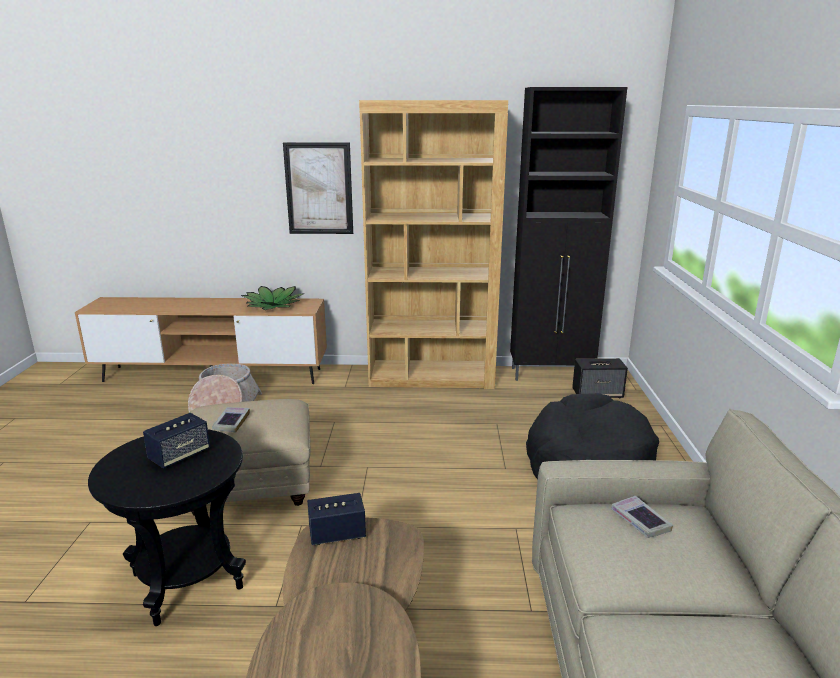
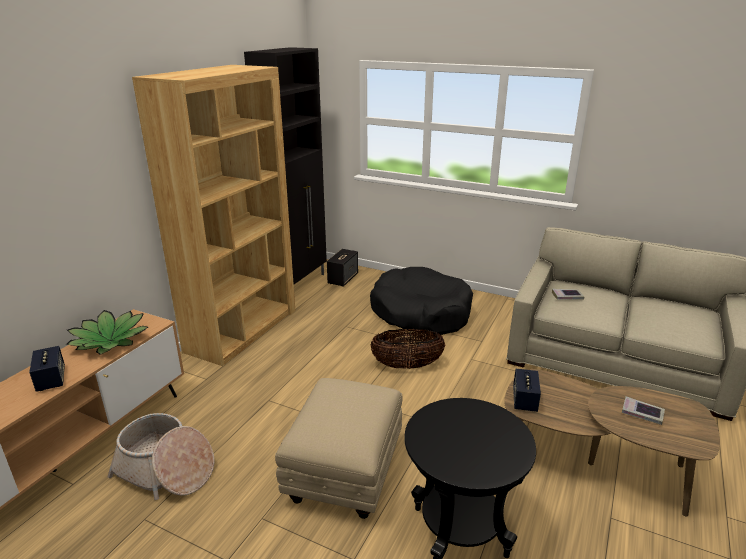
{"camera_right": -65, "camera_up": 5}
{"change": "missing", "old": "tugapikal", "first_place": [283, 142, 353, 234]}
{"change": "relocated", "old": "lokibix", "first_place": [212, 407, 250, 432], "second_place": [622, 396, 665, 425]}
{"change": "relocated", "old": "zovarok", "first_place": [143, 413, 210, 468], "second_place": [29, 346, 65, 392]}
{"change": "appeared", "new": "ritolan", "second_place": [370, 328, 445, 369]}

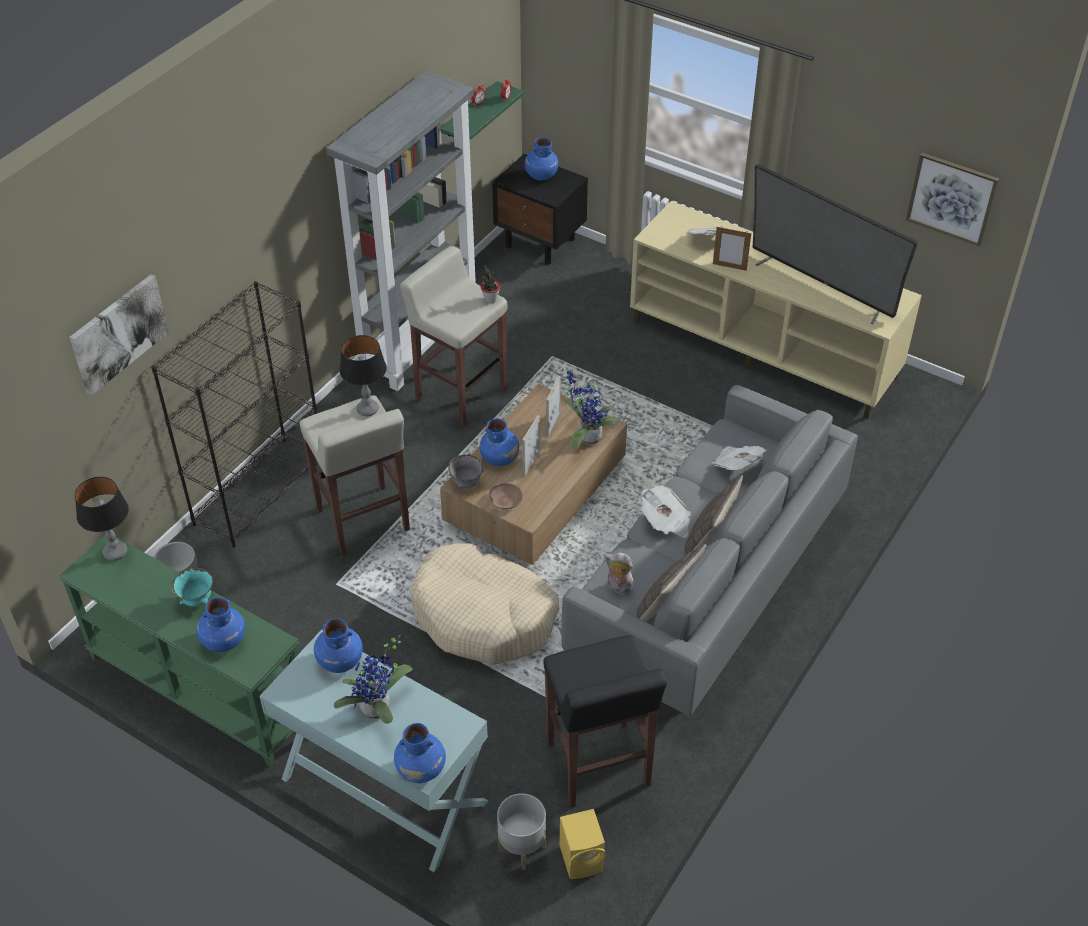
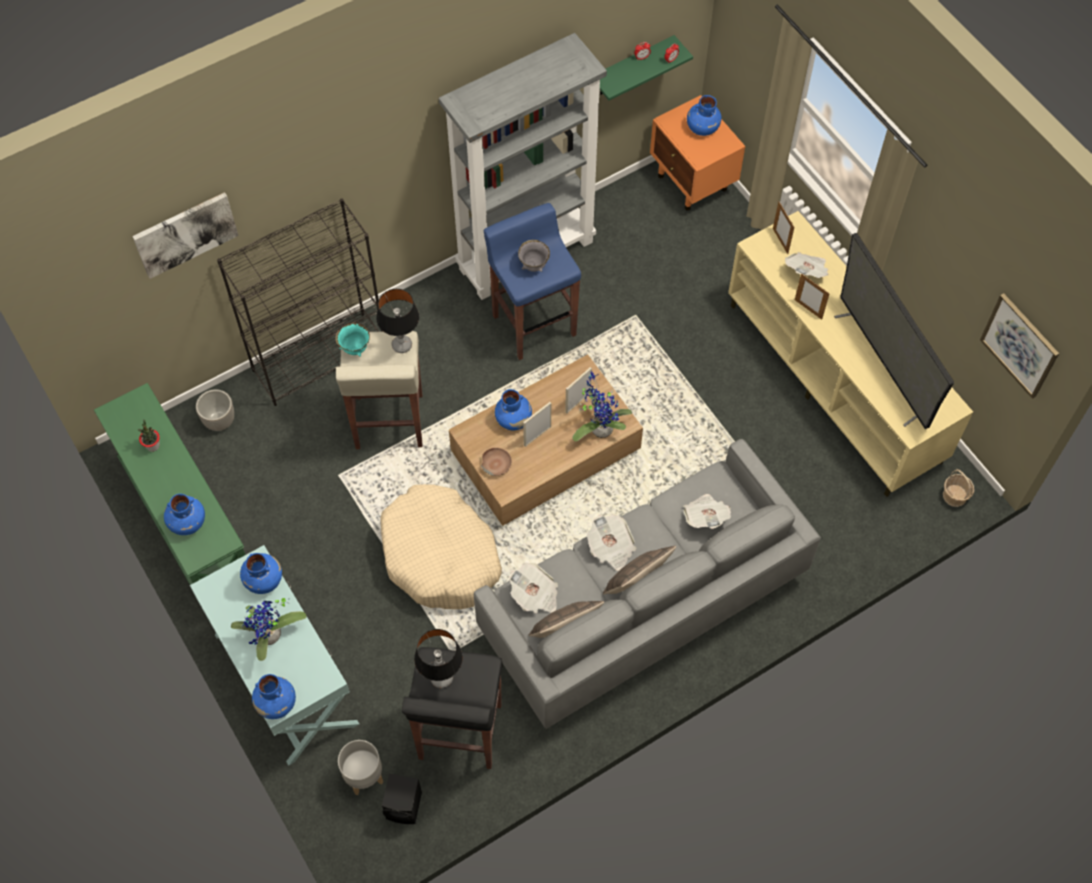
{"camera_right": 25, "camera_up": 15}
{"change": "colour", "old": "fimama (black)", "new": "fimama (orange)", "first_place": [492, 154, 588, 265], "second_place": [650, 95, 746, 210]}
{"change": "colour", "old": "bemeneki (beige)", "new": "bemeneki (blue)", "first_place": [400, 246, 507, 427], "second_place": [484, 203, 581, 360]}
{"change": "relocated", "old": "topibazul", "first_place": [480, 264, 500, 303], "second_place": [138, 419, 160, 452]}
{"change": "relocated", "old": "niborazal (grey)", "first_place": [448, 455, 484, 489], "second_place": [518, 240, 550, 272]}
{"change": "relocated", "old": "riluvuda", "first_place": [75, 477, 129, 561], "second_place": [414, 629, 463, 688]}
{"change": "exchanged", "old": "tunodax", "new": "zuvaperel", "first_place": [605, 552, 636, 595], "second_place": [510, 563, 558, 613]}
{"change": "relocated", "old": "niborazal (turquoise)", "first_place": [171, 568, 213, 607], "second_place": [335, 323, 370, 357]}
{"change": "colour", "old": "zovarok (yellow)", "new": "zovarok (black)", "first_place": [560, 809, 605, 879], "second_place": [382, 774, 422, 824]}
{"change": "appeared", "new": "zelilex", "second_place": [773, 202, 794, 254]}
{"change": "appeared", "new": "ritolan", "second_place": [943, 469, 974, 507]}

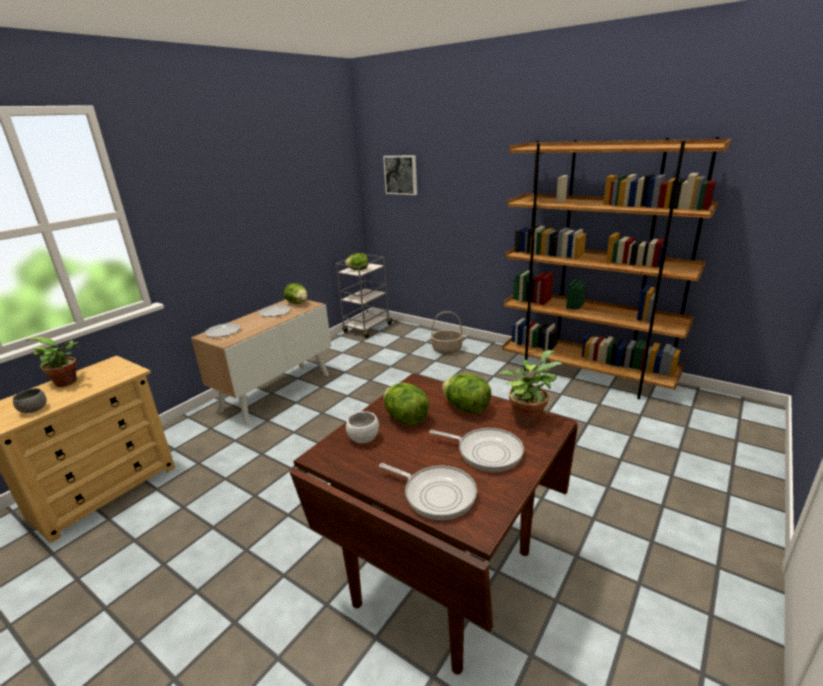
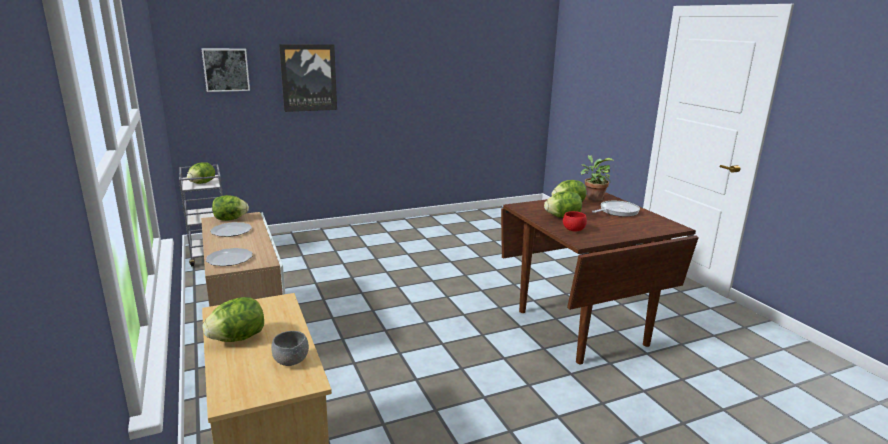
{"camera_right": -60, "camera_up": -5}
{"change": "missing", "old": "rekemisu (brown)", "first_place": [502, 137, 732, 399]}
{"change": "missing", "old": "ritolan", "first_place": [431, 311, 463, 354]}
{"change": "exchanged", "old": "topibazul", "new": "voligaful", "first_place": [25, 337, 78, 387], "second_place": [202, 297, 264, 342]}
{"change": "colour", "old": "niborazal (white)", "new": "niborazal (red)", "first_place": [346, 411, 379, 443], "second_place": [563, 211, 587, 231]}
{"change": "missing", "old": "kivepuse", "first_place": [379, 463, 477, 520]}
{"change": "appeared", "new": "tugapikal", "second_place": [279, 44, 337, 112]}

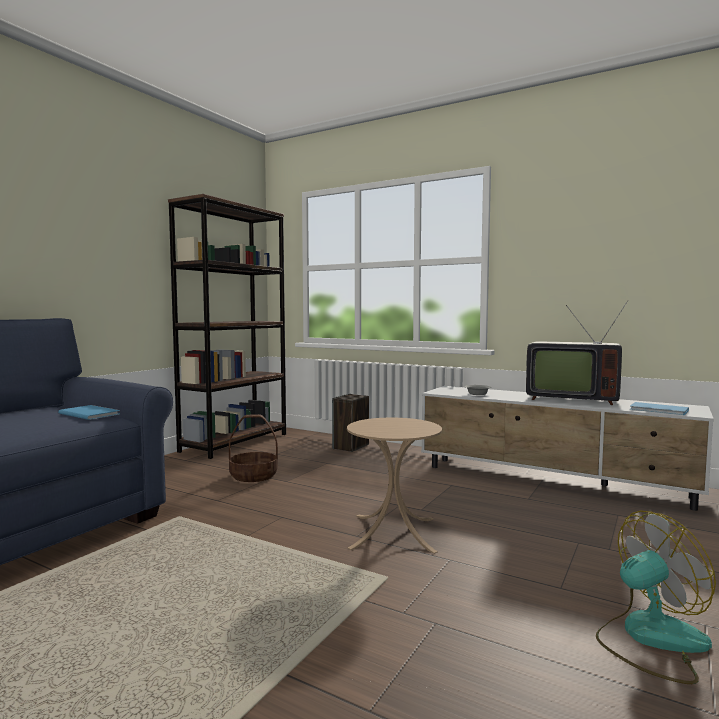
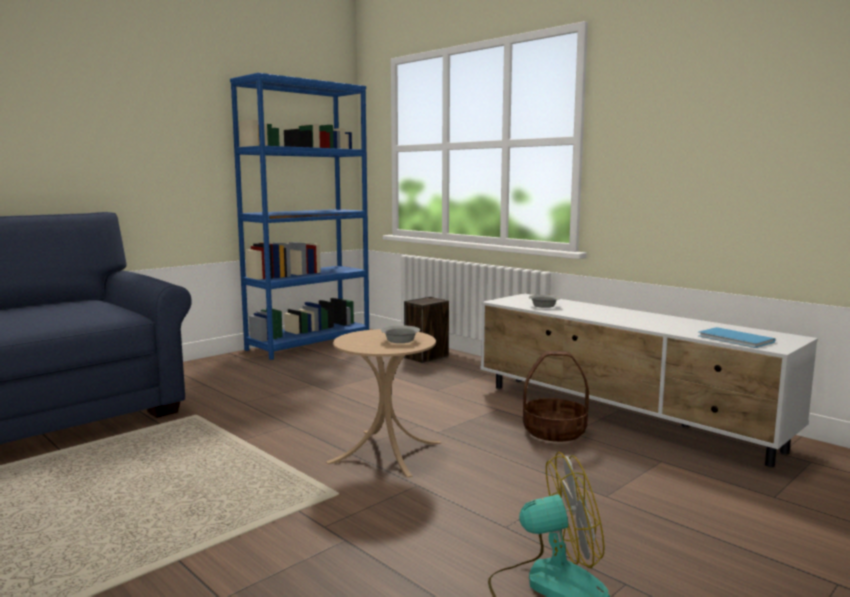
{"camera_right": 15, "camera_up": 5}
{"change": "colour", "old": "rekemisu (brown)", "new": "rekemisu (blue)", "first_place": [168, 194, 286, 459], "second_place": [230, 73, 369, 360]}
{"change": "missing", "old": "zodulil", "first_place": [526, 300, 628, 405]}
{"change": "missing", "old": "lokibix (blue)", "first_place": [58, 405, 120, 420]}
{"change": "relocated", "old": "ritolan", "first_place": [229, 414, 278, 482], "second_place": [523, 351, 589, 442]}
{"change": "appeared", "new": "niborazal (grey)", "second_place": [381, 325, 420, 343]}

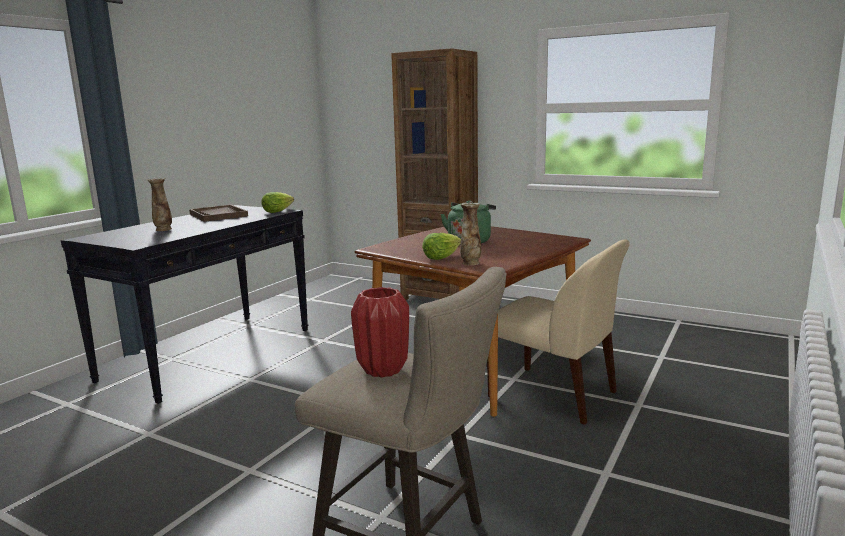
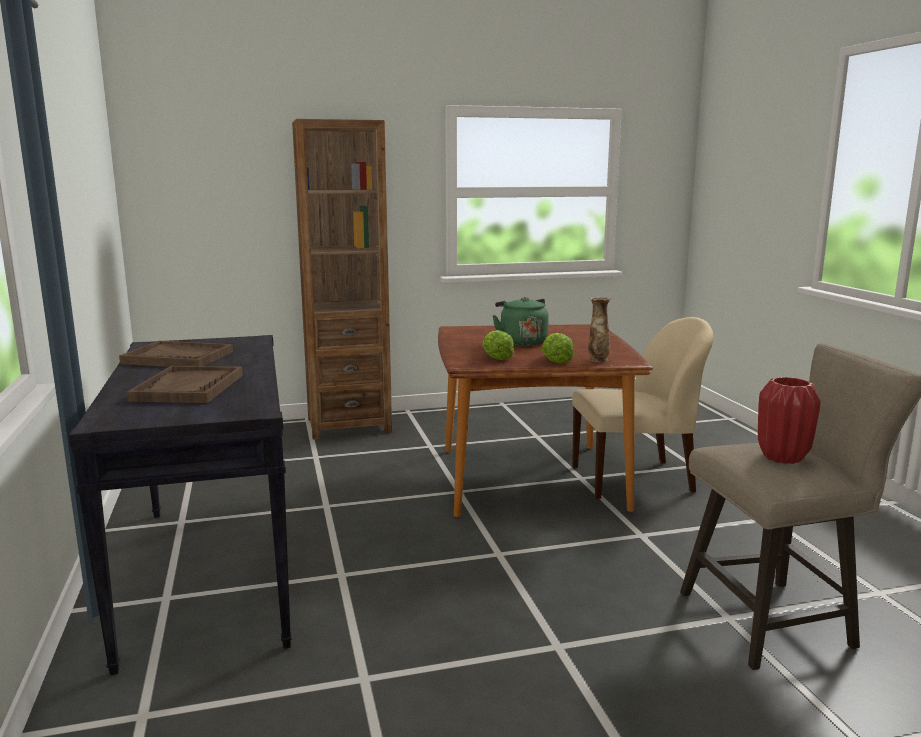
{"camera_right": -45, "camera_up": 0}
{"change": "exchanged", "old": "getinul", "new": "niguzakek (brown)", "first_place": [147, 178, 172, 231], "second_place": [127, 366, 243, 403]}
{"change": "relocated", "old": "voligaful", "first_place": [261, 192, 294, 213], "second_place": [482, 330, 514, 360]}

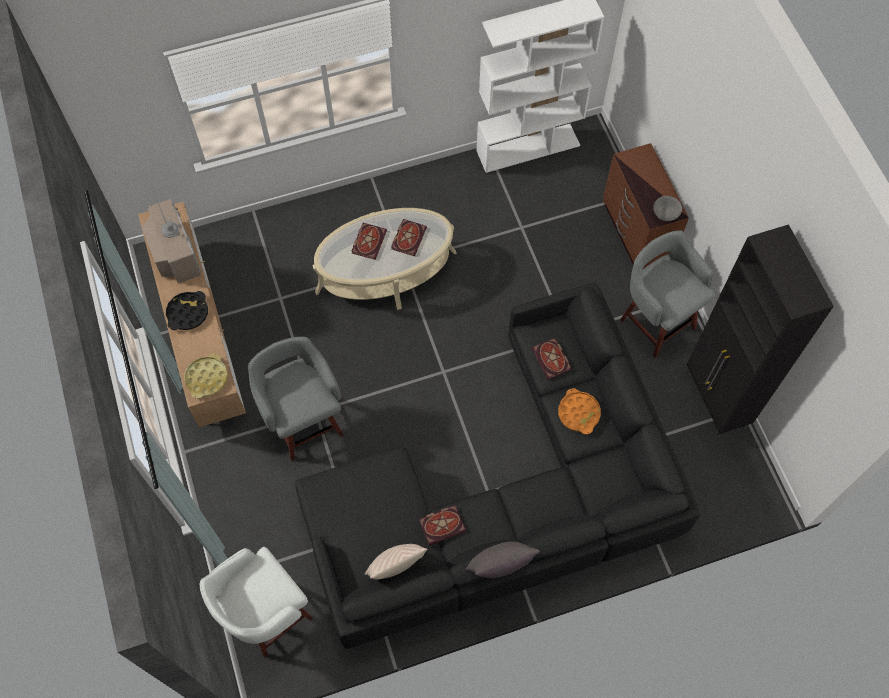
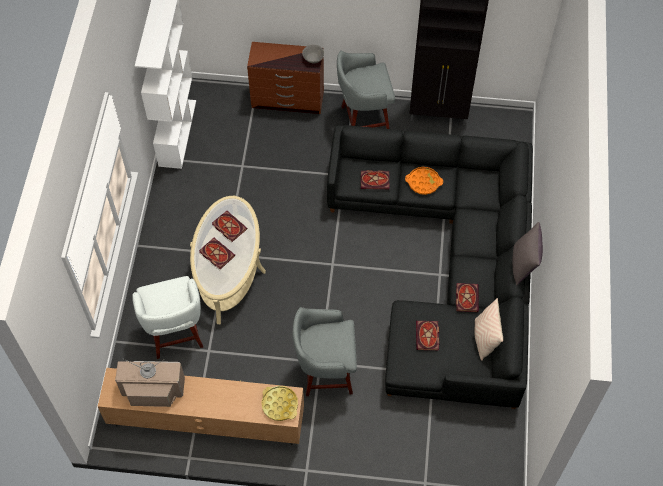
{"camera_right": -65, "camera_up": -5}
{"change": "missing", "old": "niguzakek (black)", "first_place": [166, 291, 208, 330]}
{"change": "relocated", "old": "bemeneki (white)", "first_place": [200, 547, 313, 658], "second_place": [132, 276, 203, 359]}
{"change": "appeared", "new": "lokibix", "second_place": [416, 321, 440, 350]}

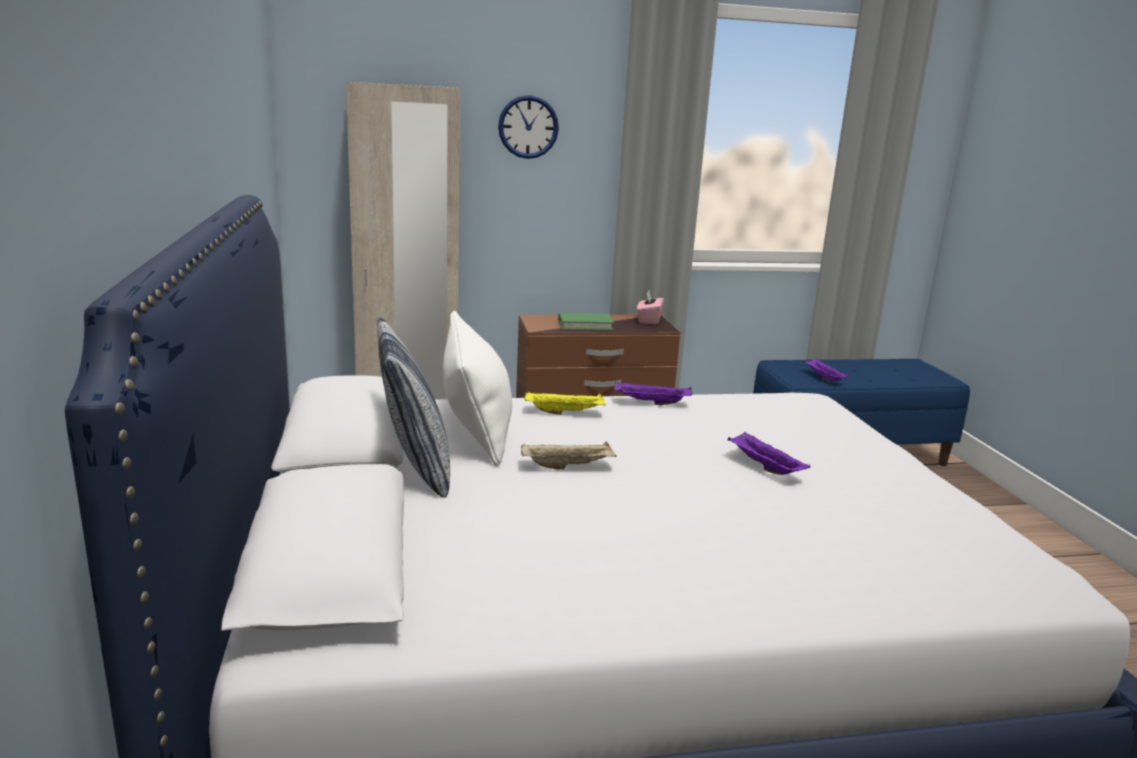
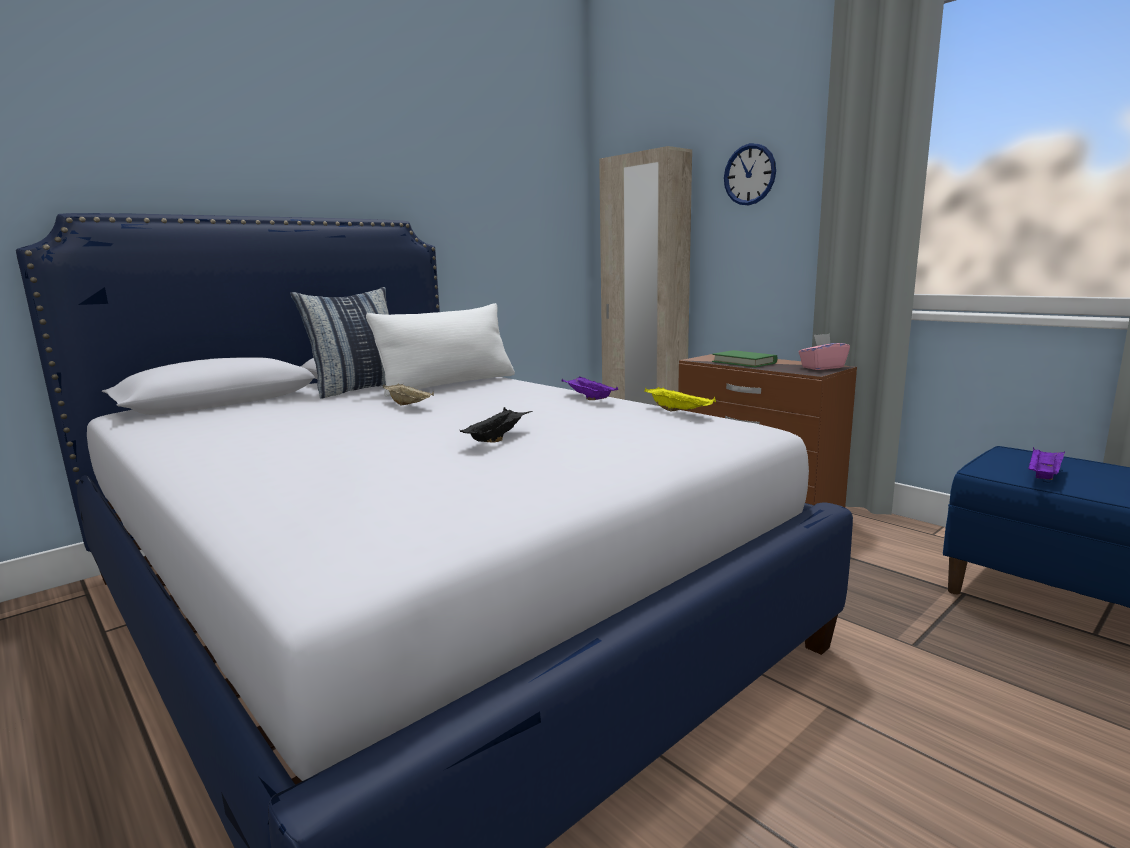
{"camera_right": 60, "camera_up": -5}
{"change": "relocated", "old": "niguzakek (yellow)", "first_place": [524, 391, 606, 415], "second_place": [644, 387, 716, 412]}
{"change": "colour", "old": "niguzakek (purple)", "new": "niguzakek (black)", "first_place": [728, 432, 810, 475], "second_place": [460, 407, 533, 442]}

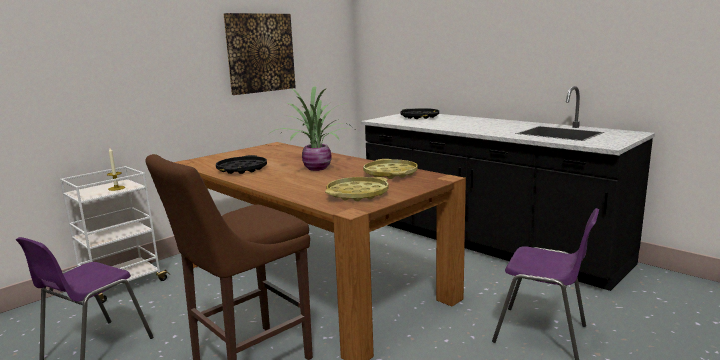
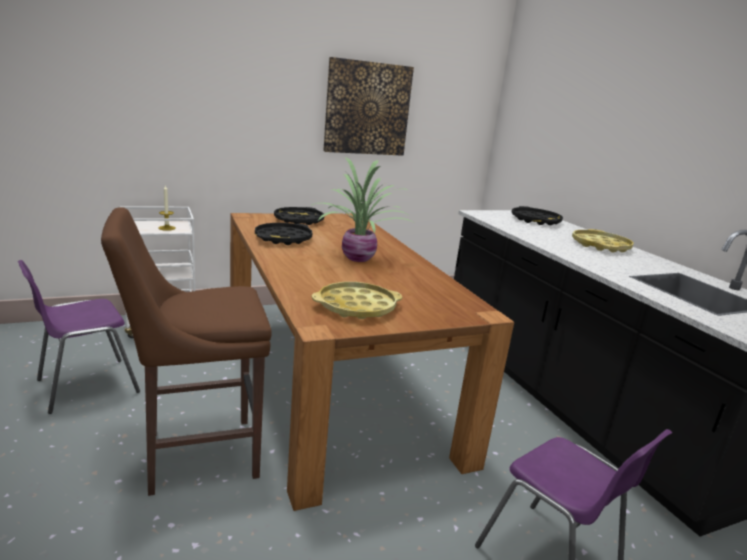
{"camera_right": 20, "camera_up": 5}
{"change": "relocated", "old": "niguzakek (yellow)", "first_place": [363, 159, 417, 179], "second_place": [572, 229, 634, 253]}
{"change": "appeared", "new": "niguzakek (black)", "second_place": [274, 207, 324, 225]}

